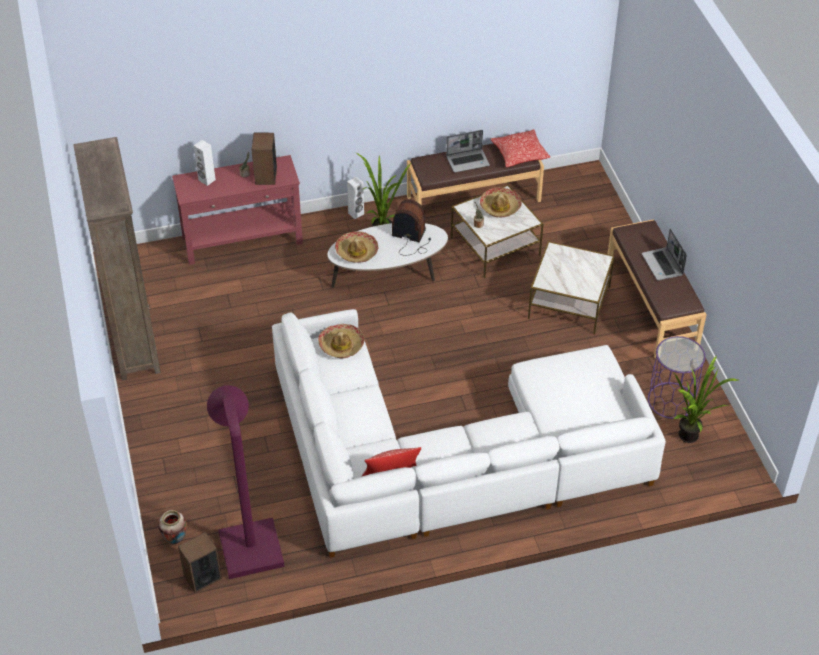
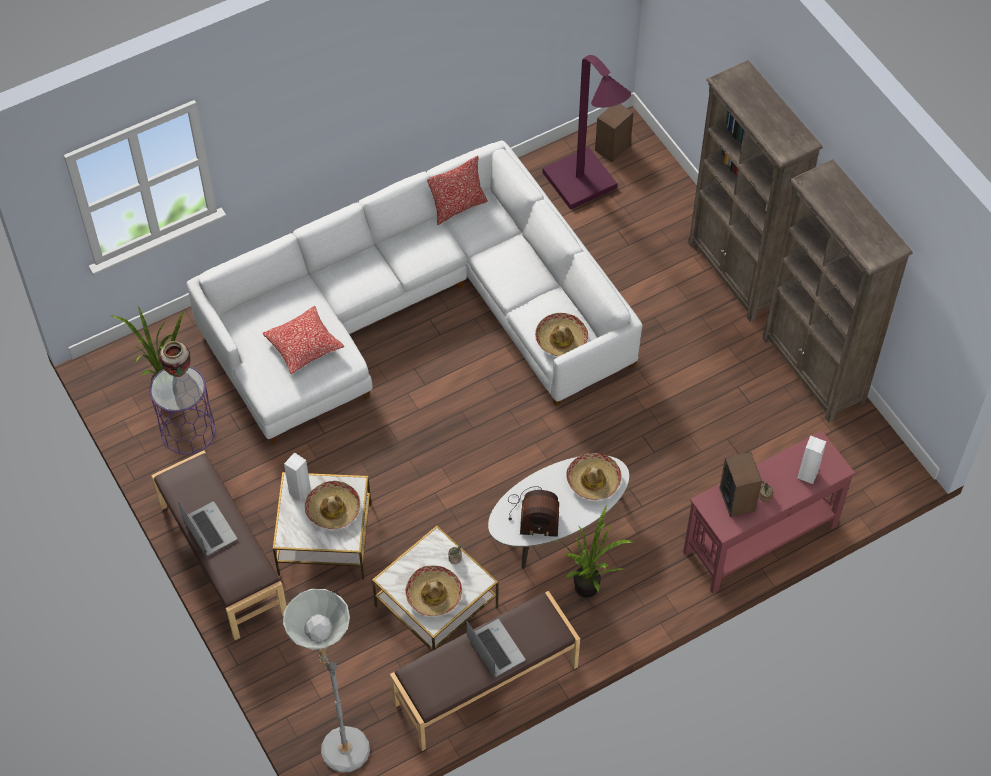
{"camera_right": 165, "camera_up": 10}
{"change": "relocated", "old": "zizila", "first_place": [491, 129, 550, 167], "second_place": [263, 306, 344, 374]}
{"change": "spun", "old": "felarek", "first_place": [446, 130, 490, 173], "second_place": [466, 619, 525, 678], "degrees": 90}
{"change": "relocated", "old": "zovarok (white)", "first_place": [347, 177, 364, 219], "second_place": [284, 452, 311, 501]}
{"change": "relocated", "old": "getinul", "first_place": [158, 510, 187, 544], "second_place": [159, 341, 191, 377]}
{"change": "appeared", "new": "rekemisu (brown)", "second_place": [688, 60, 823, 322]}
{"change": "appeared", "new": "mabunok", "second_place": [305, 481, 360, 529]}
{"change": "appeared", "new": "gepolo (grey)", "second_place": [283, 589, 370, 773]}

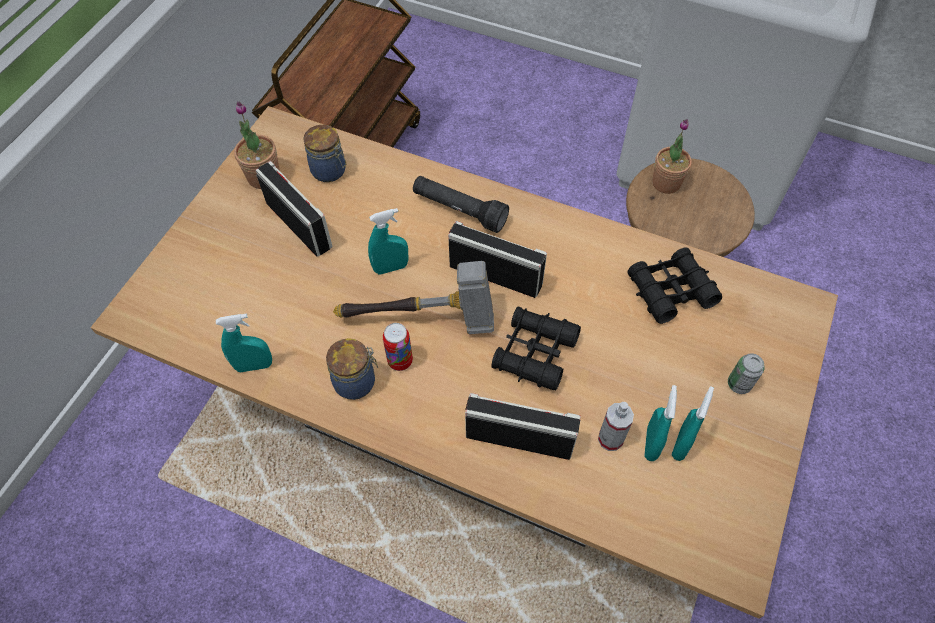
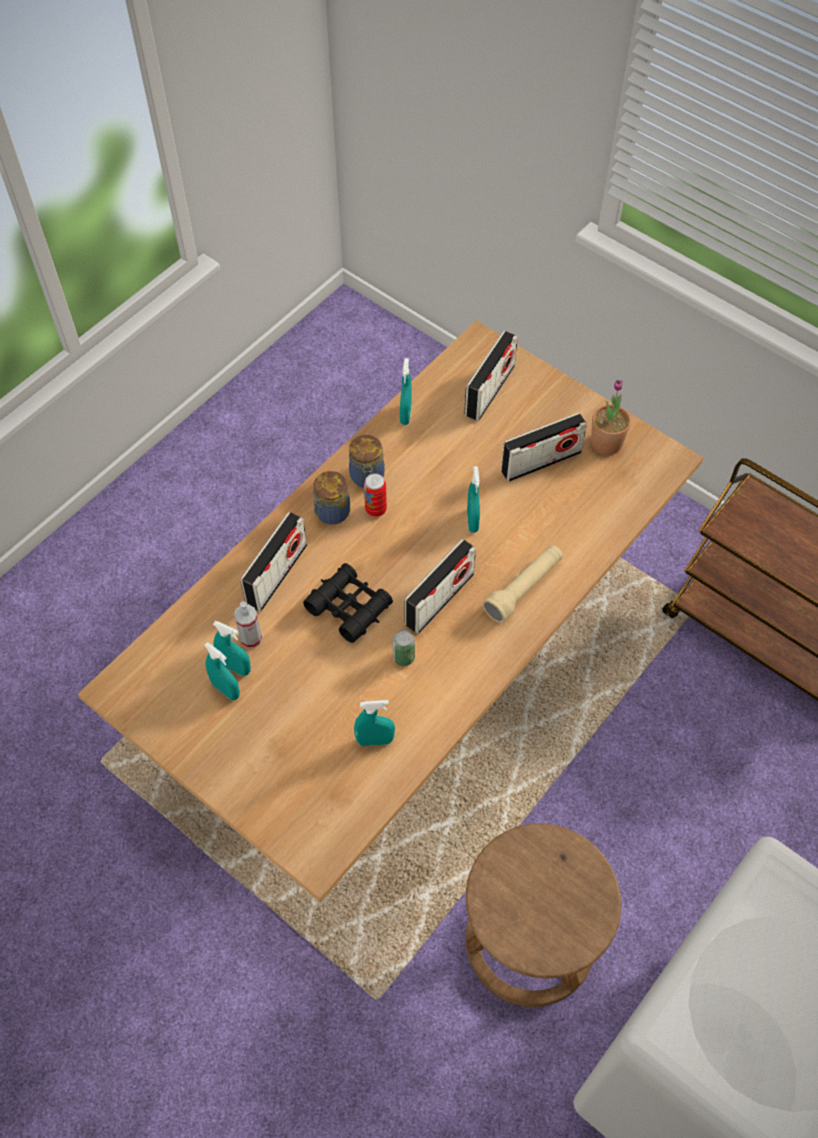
{"camera_right": 105, "camera_up": 0}
{"change": "missing", "old": "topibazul", "first_place": [652, 119, 692, 194]}
{"change": "relocated", "old": "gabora", "first_place": [303, 125, 346, 182], "second_place": [313, 471, 350, 525]}
{"change": "colour", "old": "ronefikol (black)", "new": "ronefikol (beige)", "first_place": [413, 176, 509, 233], "second_place": [482, 545, 563, 623]}
{"change": "exchanged", "old": "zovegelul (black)", "new": "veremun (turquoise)", "first_place": [627, 247, 722, 324], "second_place": [354, 700, 395, 746]}
{"change": "missing", "old": "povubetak", "first_place": [333, 261, 494, 334]}
{"change": "relocated", "old": "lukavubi", "first_place": [728, 353, 765, 394], "second_place": [393, 630, 415, 666]}
{"change": "appeared", "new": "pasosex", "second_place": [464, 331, 518, 421]}

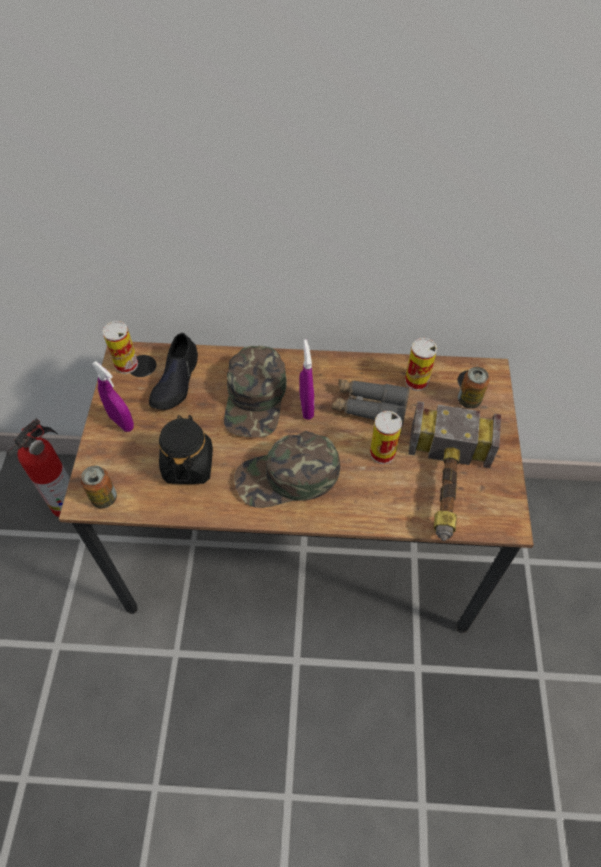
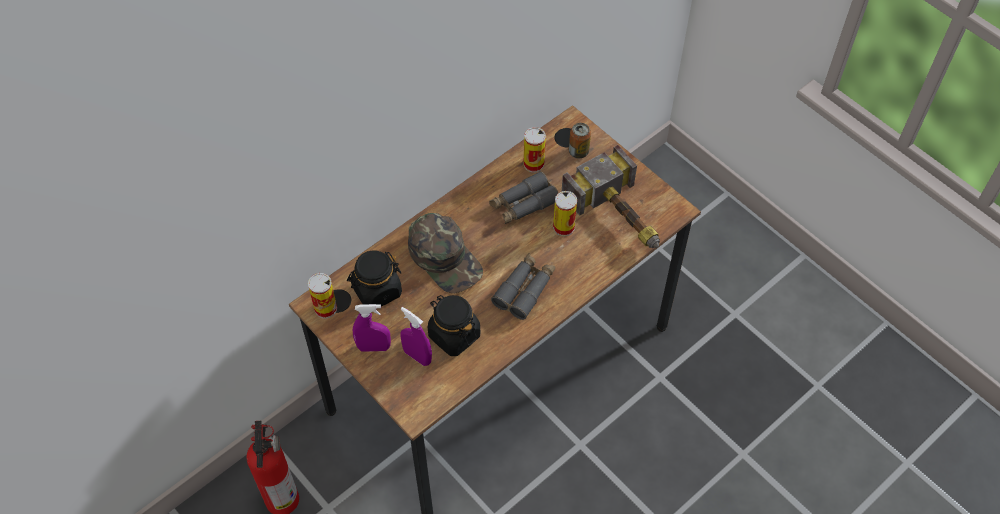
{"camera_right": -45, "camera_up": 0}
{"change": "exchanged", "old": "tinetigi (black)", "new": "gabora (black)", "first_place": [149, 333, 198, 410], "second_place": [347, 250, 402, 309]}
{"change": "relocated", "old": "veremun (purple)", "first_place": [300, 339, 314, 420], "second_place": [401, 307, 432, 366]}
{"change": "exchanged", "old": "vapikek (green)", "new": "zovegelul (grey)", "first_place": [234, 431, 340, 508], "second_place": [491, 253, 555, 320]}
{"change": "missing", "old": "lukavubi", "first_place": [81, 465, 117, 508]}

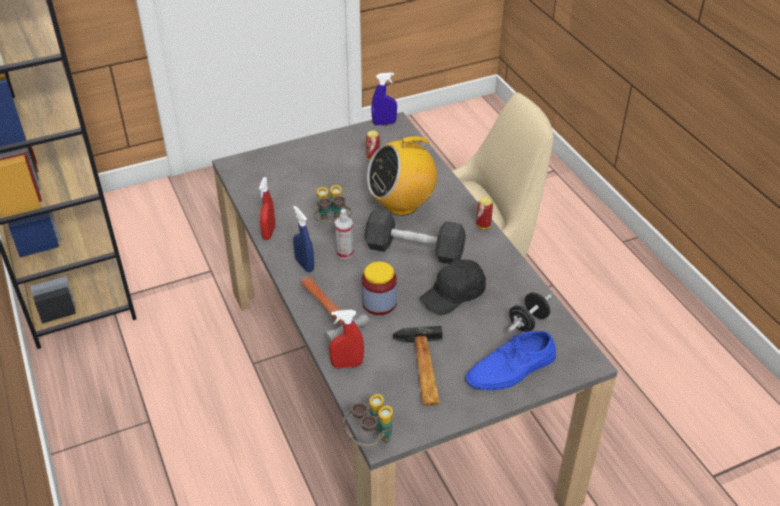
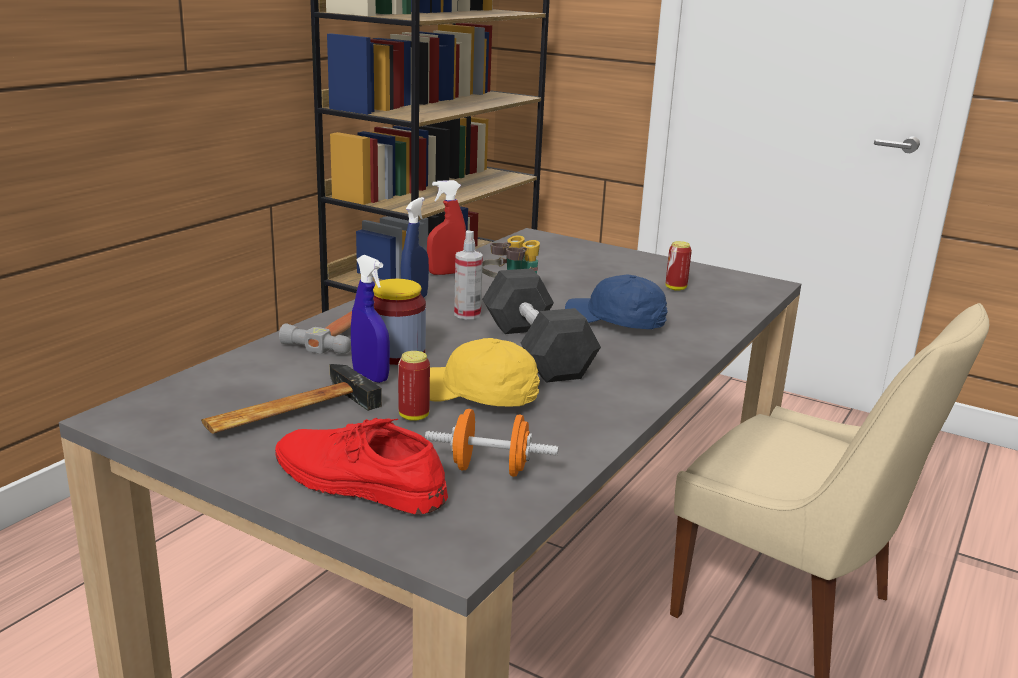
{"camera_right": 55, "camera_up": -20}
{"change": "relocated", "old": "veremun (blue)", "first_place": [371, 72, 397, 125], "second_place": [351, 255, 390, 383]}
{"change": "exchanged", "old": "pasosex", "new": "vapikek (blue)", "first_place": [367, 133, 437, 216], "second_place": [565, 275, 668, 329]}
{"change": "relocated", "old": "lukavubi", "first_place": [476, 197, 493, 229], "second_place": [398, 351, 430, 421]}
{"change": "colour", "old": "vapikek (black)", "new": "vapikek (yellow)", "first_place": [420, 259, 486, 315], "second_place": [430, 338, 540, 406]}
{"change": "colour", "old": "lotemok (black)", "new": "lotemok (orange)", "first_place": [508, 292, 552, 332], "second_place": [425, 409, 559, 477]}
{"change": "missing", "old": "veremun (red)", "first_place": [329, 310, 364, 368]}
{"change": "colour", "old": "tinetigi (blue)", "new": "tinetigi (red)", "first_place": [465, 331, 556, 390], "second_place": [275, 418, 448, 514]}
{"change": "missing", "old": "zovegelul", "first_place": [343, 394, 393, 448]}

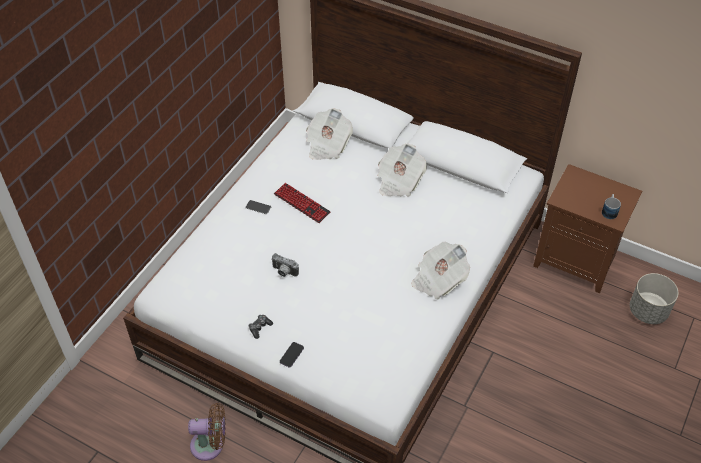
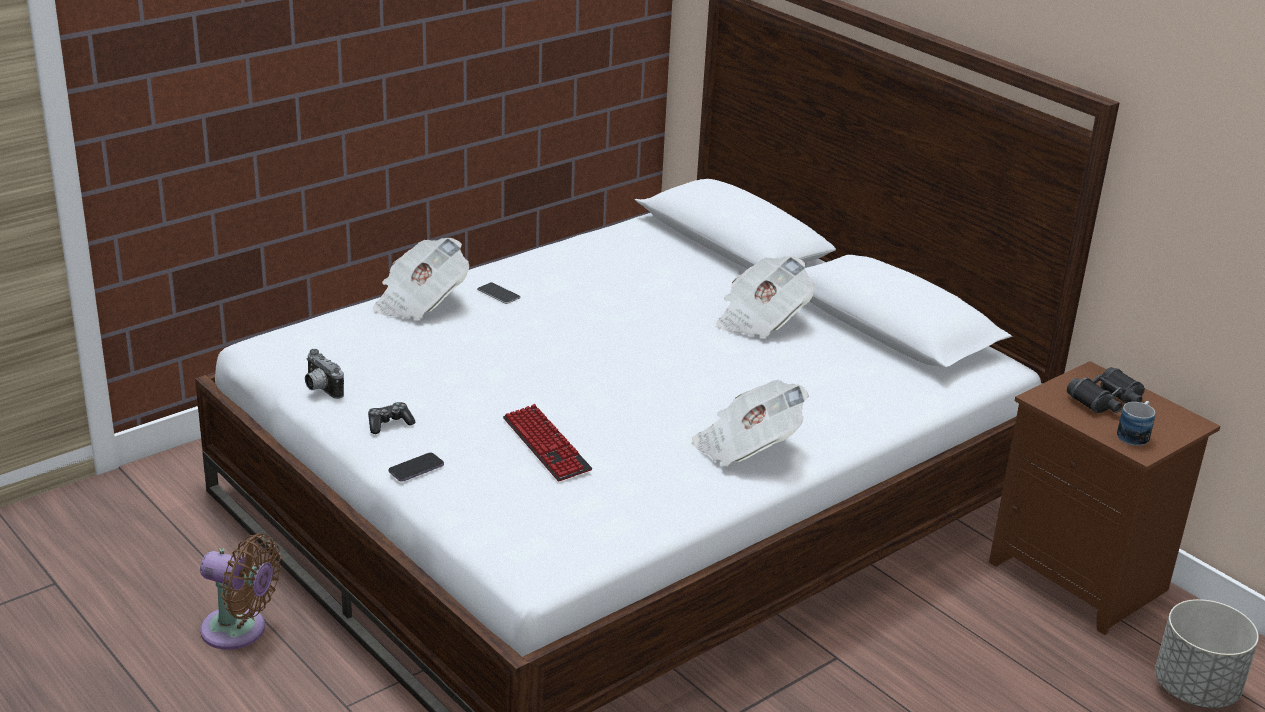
{"camera_right": 20, "camera_up": -20}
{"change": "relocated", "old": "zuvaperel", "first_place": [306, 108, 353, 160], "second_place": [373, 238, 469, 320]}
{"change": "relocated", "old": "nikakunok", "first_place": [274, 183, 331, 223], "second_place": [503, 404, 592, 481]}
{"change": "relocated", "old": "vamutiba", "first_place": [271, 253, 299, 277], "second_place": [305, 349, 344, 399]}
{"change": "appeared", "new": "zovegelul (black)", "second_place": [1067, 367, 1145, 413]}

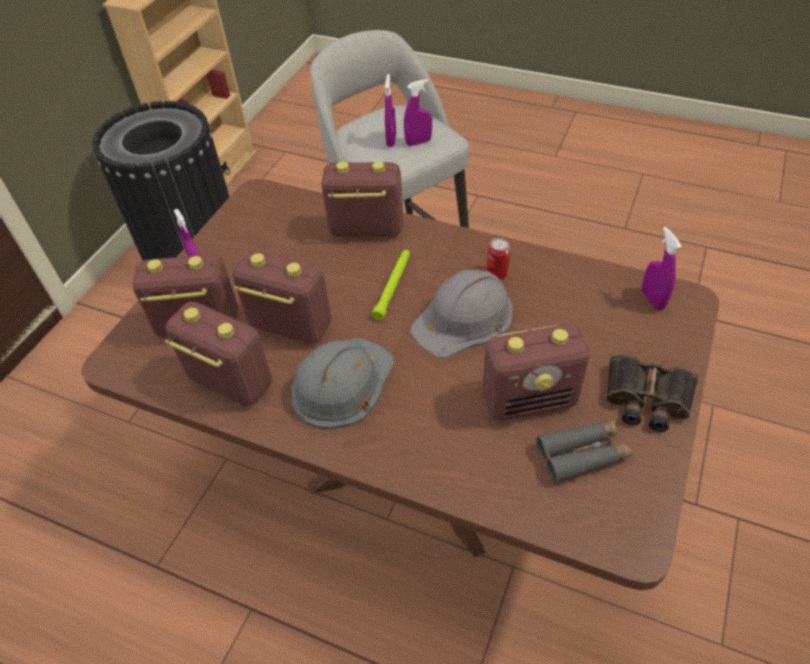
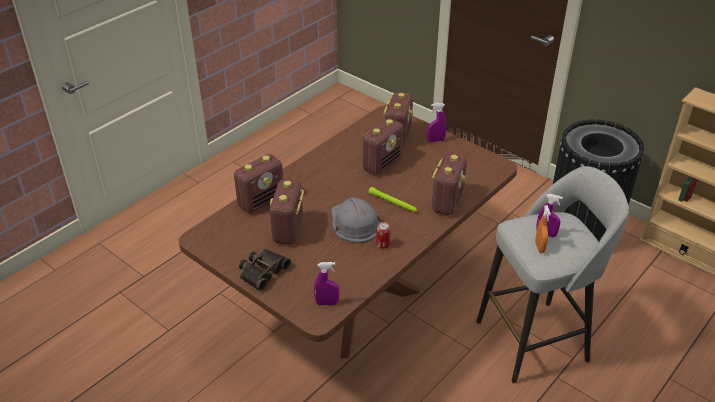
{"camera_right": 105, "camera_up": -10}
{"change": "colour", "old": "veremun (purple)", "new": "veremun (orange)", "first_place": [404, 79, 432, 146], "second_place": [535, 205, 551, 253]}
{"change": "relocated", "old": "pasosex", "first_place": [165, 302, 272, 406], "second_place": [234, 154, 283, 213]}
{"change": "missing", "old": "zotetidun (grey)", "first_place": [291, 338, 394, 429]}
{"change": "missing", "old": "zovegelul (grey)", "first_place": [536, 420, 633, 483]}

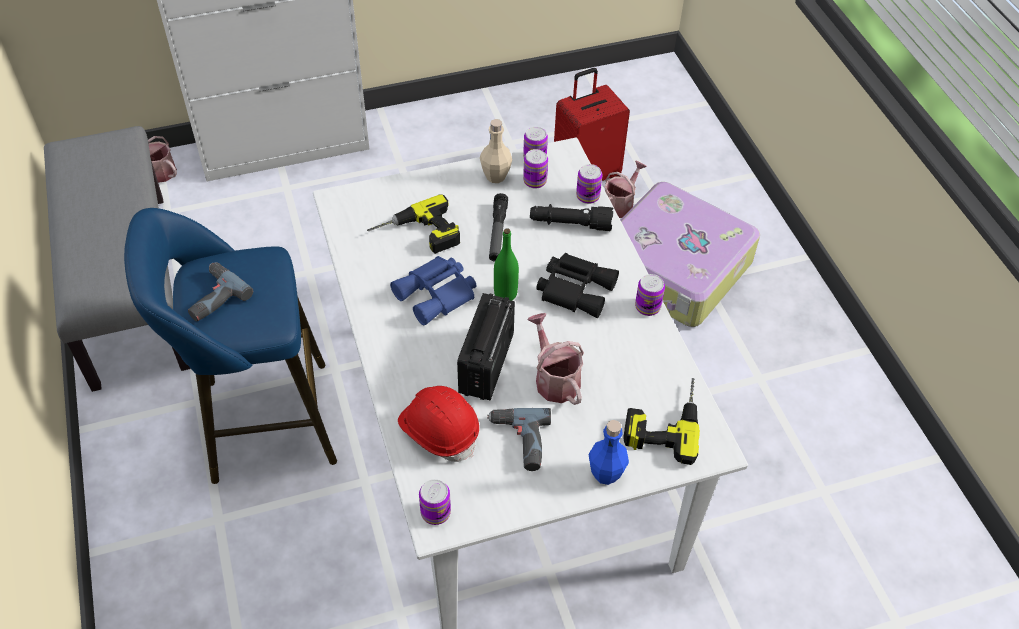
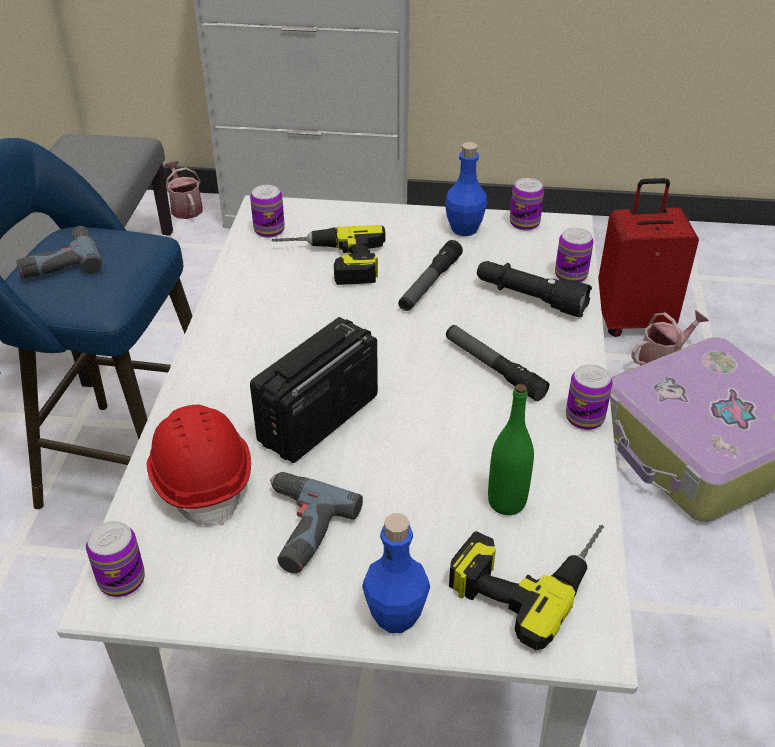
{"camera_right": 25, "camera_up": -10}
{"change": "colour", "old": "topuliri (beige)", "new": "topuliri (blue)", "first_place": [480, 119, 512, 183], "second_place": [445, 142, 487, 236]}
{"change": "relocated", "old": "lukavubi", "first_place": [523, 149, 548, 189], "second_place": [250, 185, 285, 238]}
{"change": "relocated", "old": "topuliri (green)", "first_place": [494, 228, 519, 301], "second_place": [488, 384, 534, 515]}
{"change": "exchanged", "old": "zovegelul (black)", "new": "ronefikol", "first_place": [536, 253, 619, 318], "second_place": [446, 325, 549, 401]}
{"change": "missing", "old": "zovegelul (blue)", "first_place": [390, 256, 476, 325]}
{"change": "missing", "old": "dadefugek", "first_place": [527, 313, 584, 405]}

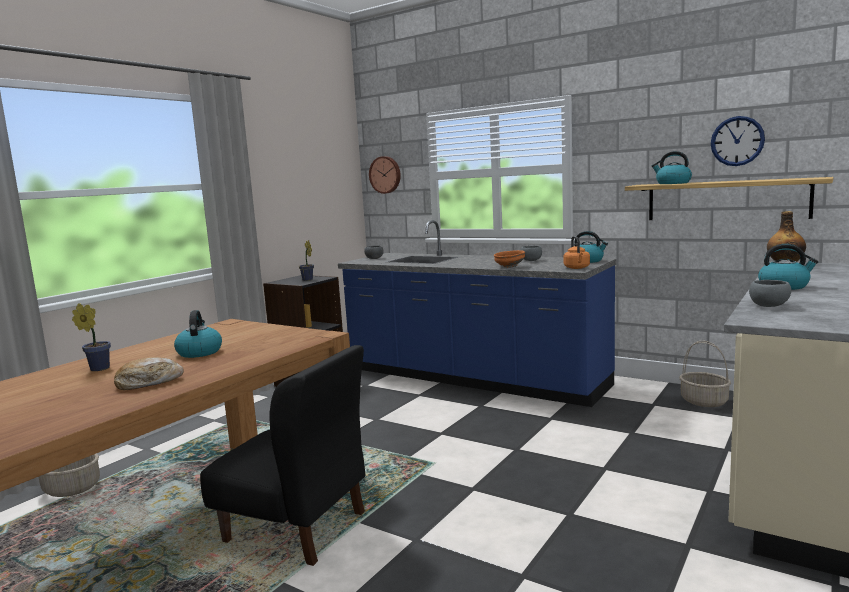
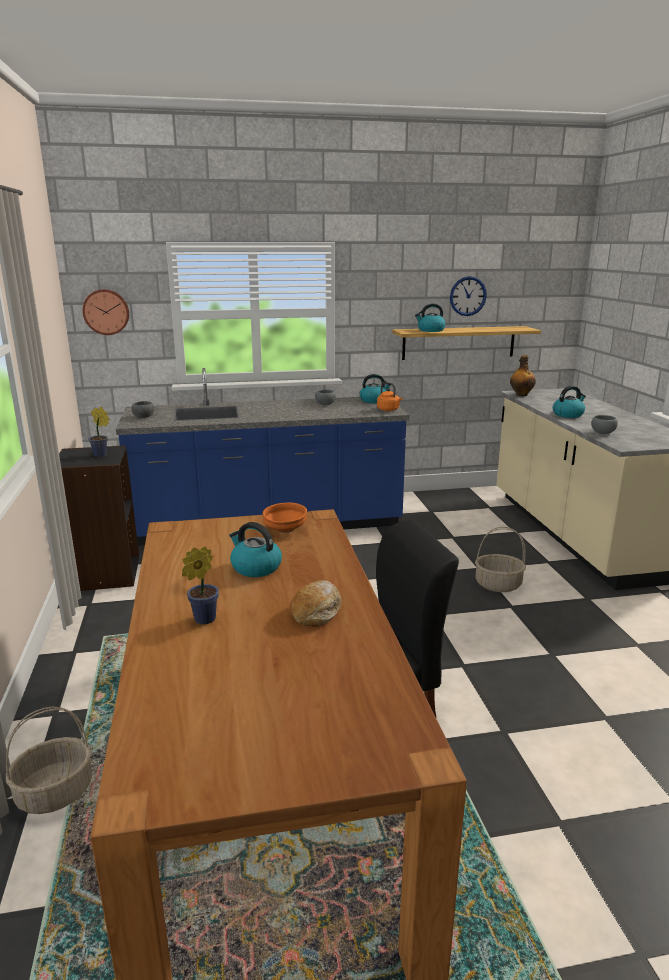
{"camera_right": -45, "camera_up": 10}
{"change": "relocated", "old": "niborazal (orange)", "first_place": [494, 250, 525, 268], "second_place": [263, 502, 307, 533]}
{"change": "relocated", "old": "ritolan", "first_place": [679, 341, 731, 407], "second_place": [475, 527, 526, 592]}

